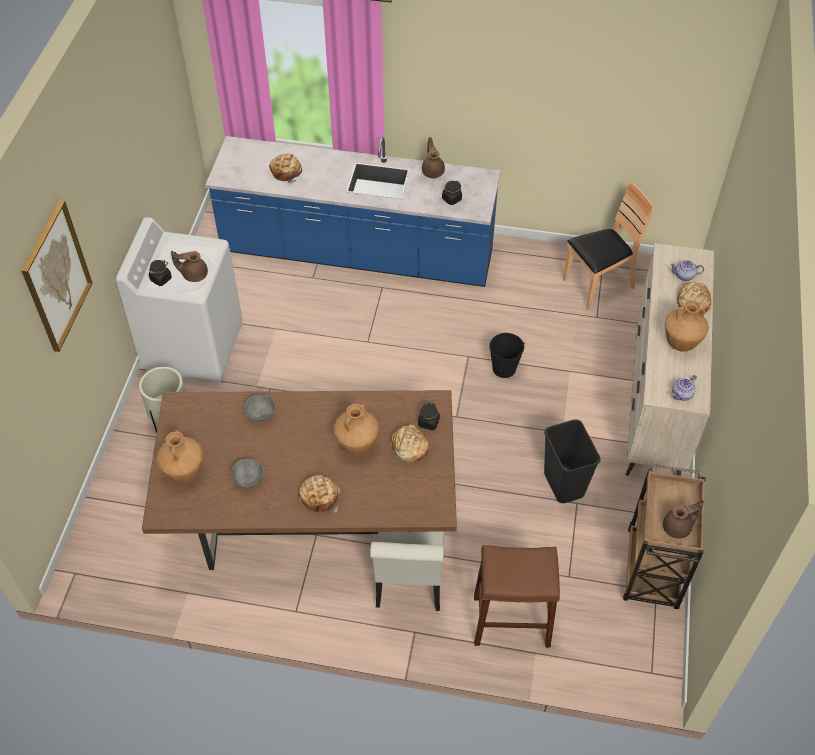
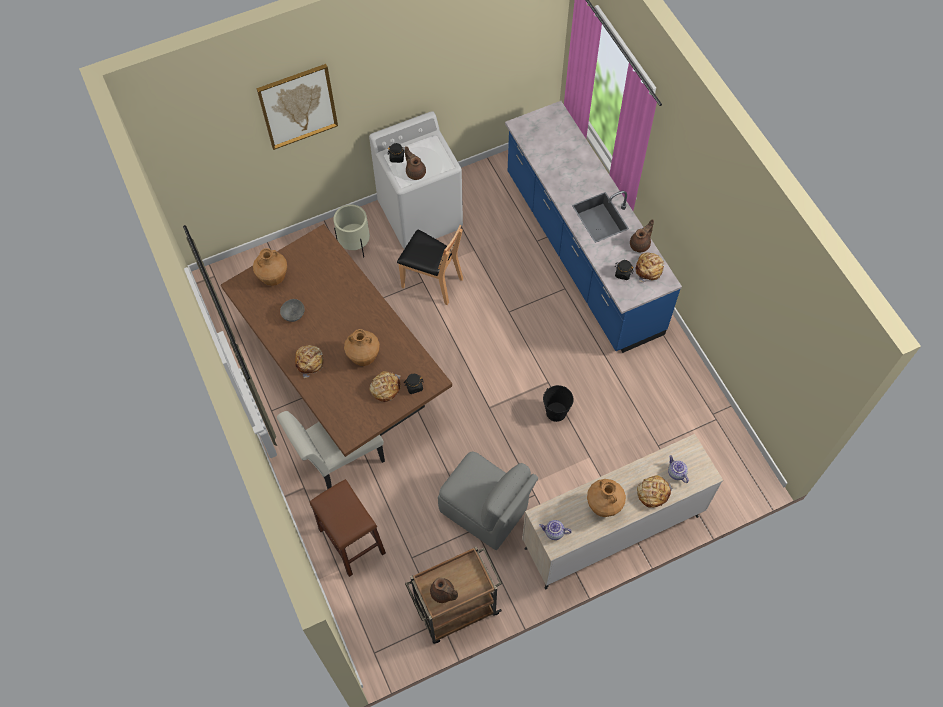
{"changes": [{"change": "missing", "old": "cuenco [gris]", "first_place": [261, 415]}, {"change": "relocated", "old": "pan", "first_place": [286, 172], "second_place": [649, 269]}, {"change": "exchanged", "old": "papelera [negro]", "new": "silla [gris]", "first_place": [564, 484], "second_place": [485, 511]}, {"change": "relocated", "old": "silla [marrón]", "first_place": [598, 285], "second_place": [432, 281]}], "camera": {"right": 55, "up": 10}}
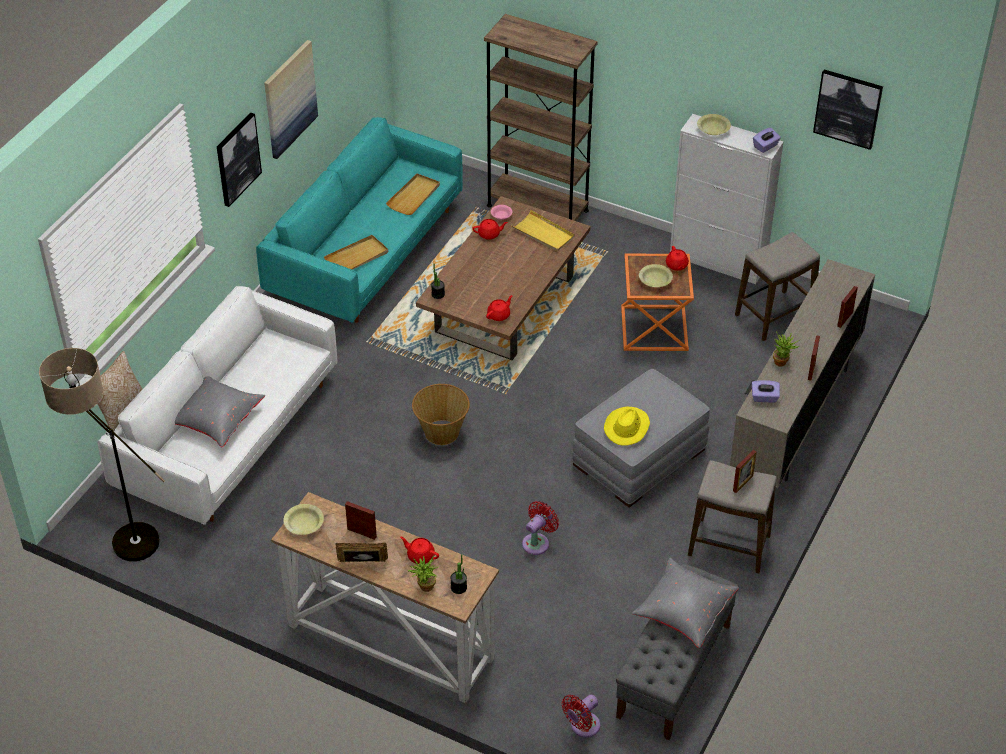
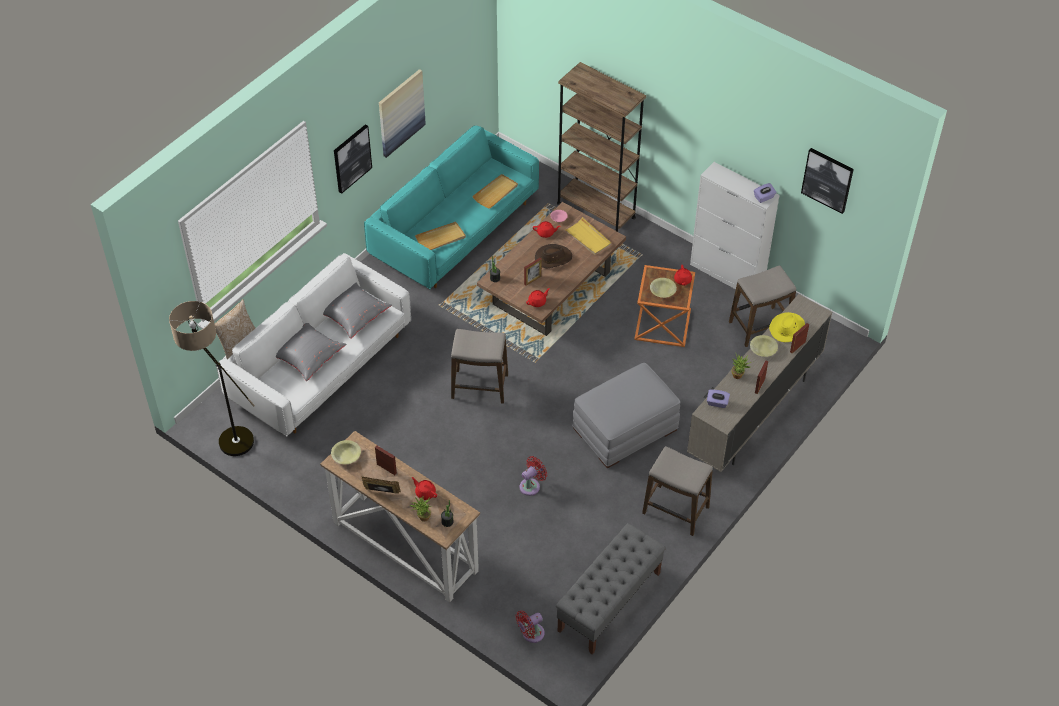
{"changes": [{"change": "exchanged", "old": "cesta", "new": "taburete", "first_place": [441, 432], "second_place": [479, 386]}, {"change": "relocated", "old": "sombrero [amarillo]", "first_place": [627, 427], "second_place": [787, 328]}, {"change": "relocated", "old": "cojín [gris]", "first_place": [683, 612], "second_place": [354, 316]}, {"change": "relocated", "old": "cuenco [amarillo]", "first_place": [713, 129], "second_place": [763, 349]}, {"change": "relocated", "old": "portarretratos", "first_place": [742, 483], "second_place": [532, 280]}, {"change": "appeared", "new": "sombrero [marrón]", "second_place": [553, 258]}], "camera": {"right": 10, "up": 5}}
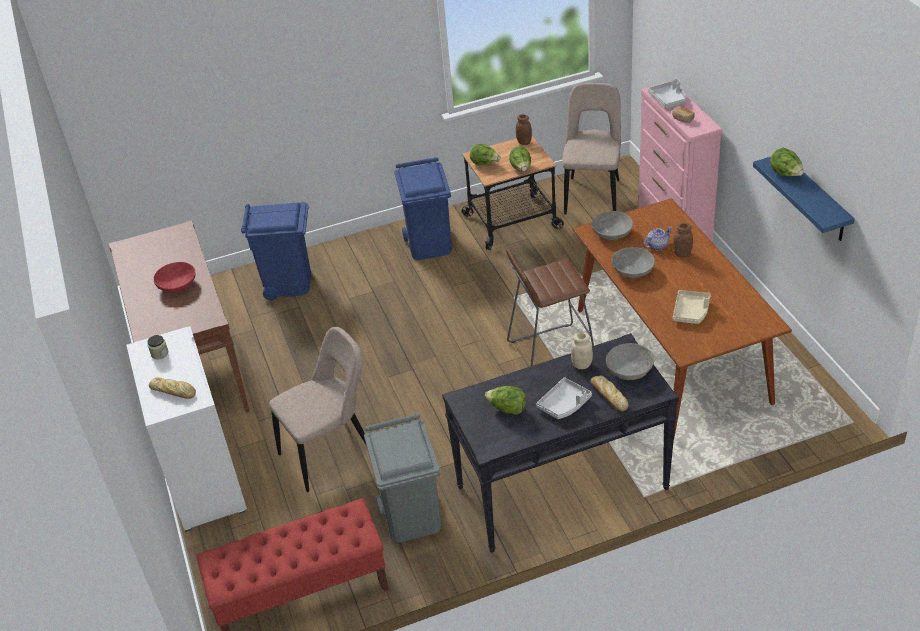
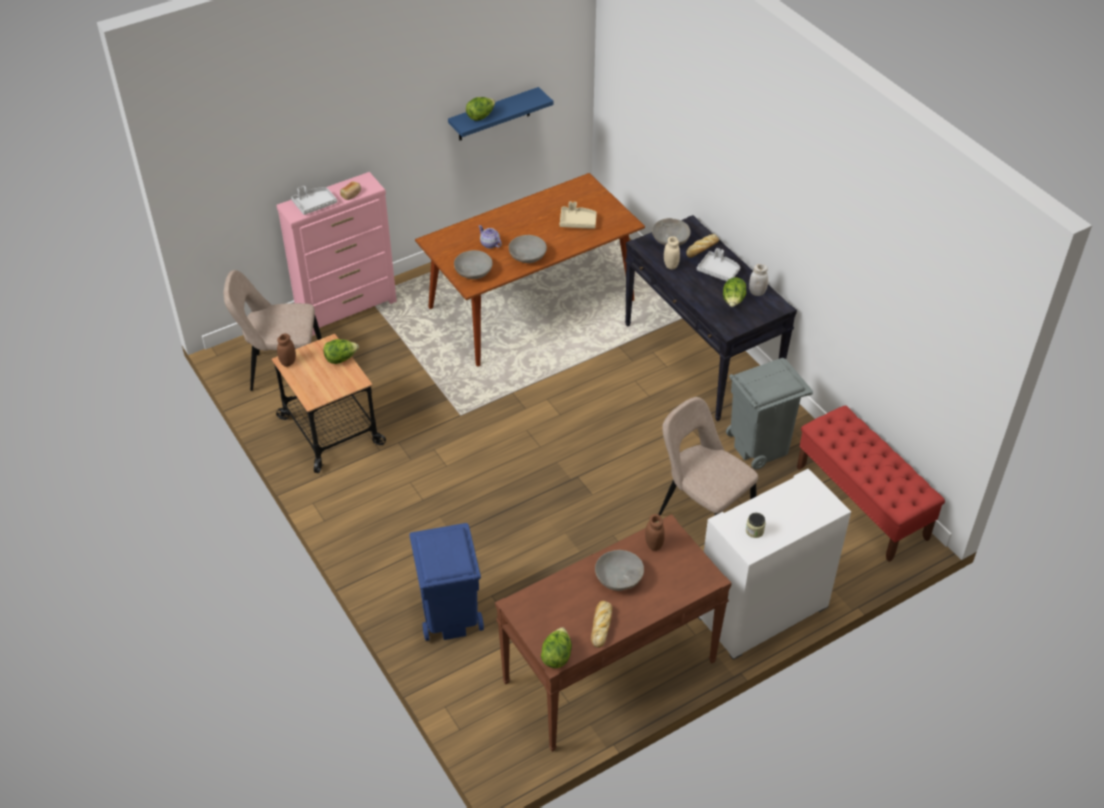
{"changes": [{"change": "relocated", "old": "pan", "first_place": [174, 391], "second_place": [601, 625]}, {"change": "colour", "old": "cuenco [rojo]", "new": "cuenco [gris]", "first_place": [177, 285], "second_place": [619, 577]}, {"change": "missing", "old": "papelera [azul]", "first_place": [429, 245]}, {"change": "relocated", "old": "lechuga", "first_place": [484, 164], "second_place": [556, 656]}, {"change": "missing", "old": "taburete [marrón]", "first_place": [550, 353]}, {"change": "relocated", "old": "tarro [marrón]", "first_place": [682, 254], "second_place": [654, 544]}, {"change": "appeared", "new": "tarro [blanco]", "second_place": [757, 292]}], "camera": {"right": -105, "up": 5}}
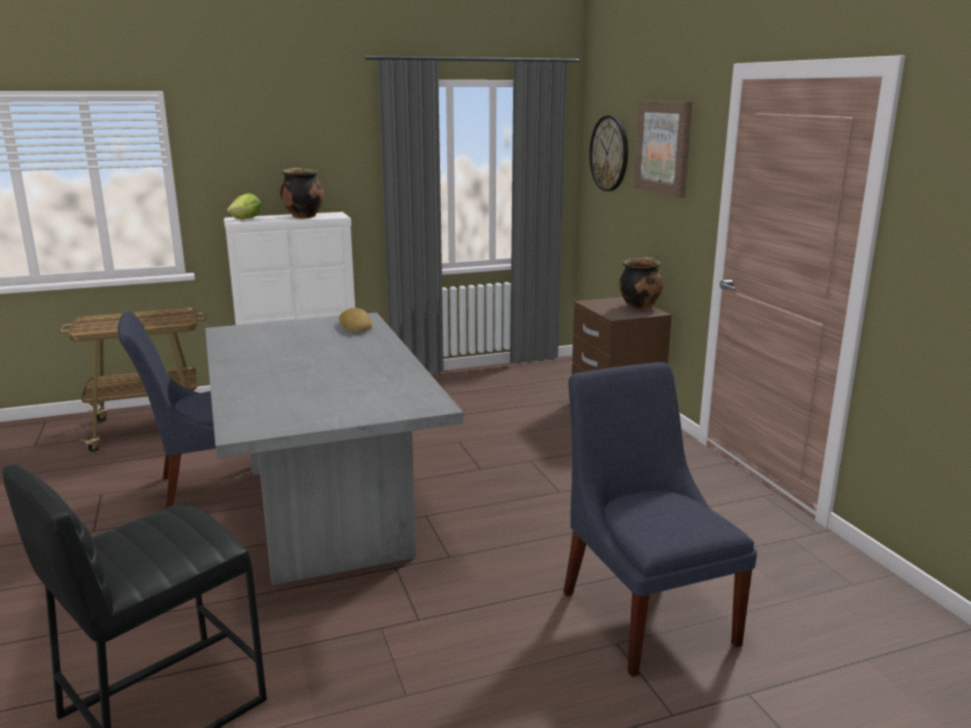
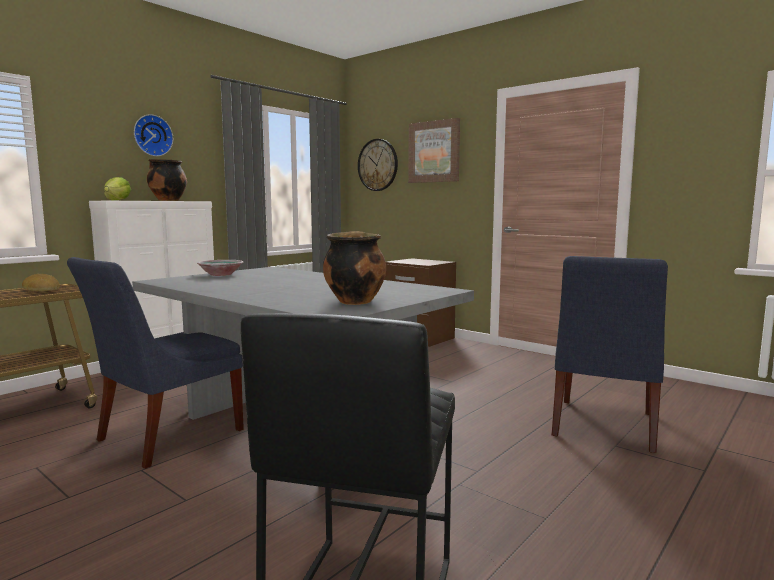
{"changes": [{"change": "relocated", "old": "pan", "first_place": [356, 326], "second_place": [42, 289]}, {"change": "spun", "old": "silla [azul]", "first_place": [645, 612], "second_place": [602, 426], "degrees": -105}, {"change": "relocated", "old": "olla", "first_place": [639, 307], "second_place": [354, 301]}, {"change": "appeared", "new": "reloj de pared", "second_place": [152, 135]}, {"change": "appeared", "new": "cuenco", "second_place": [221, 274]}], "camera": {"right": -30, "up": -10}}
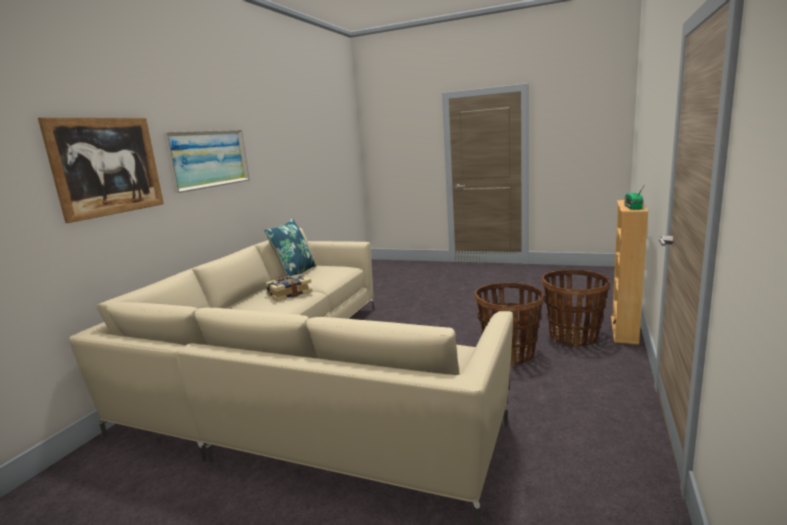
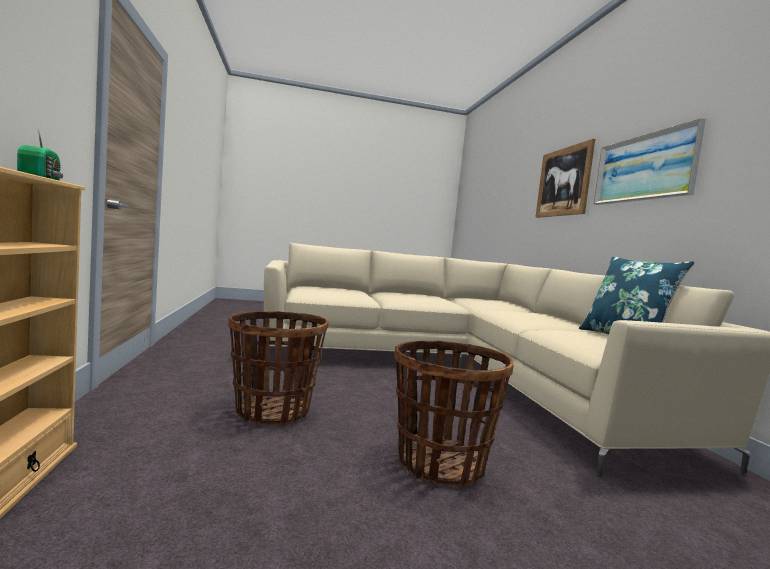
{"changes": [{"change": "missing", "old": "libro", "first_place": [289, 294]}, {"change": "relocated", "old": "cesta", "first_place": [573, 337], "second_place": [440, 464]}], "camera": {"right": 145, "up": -10}}
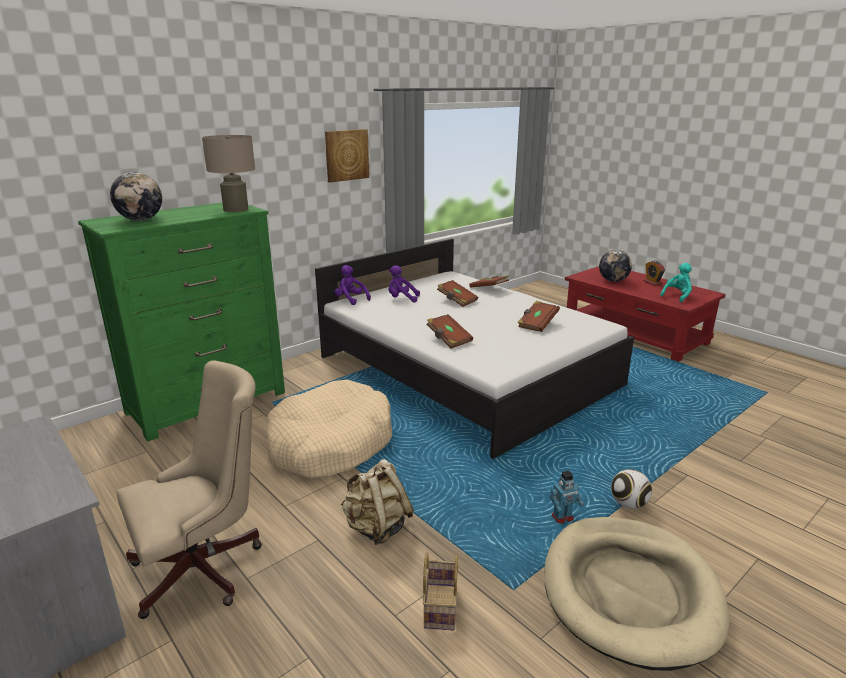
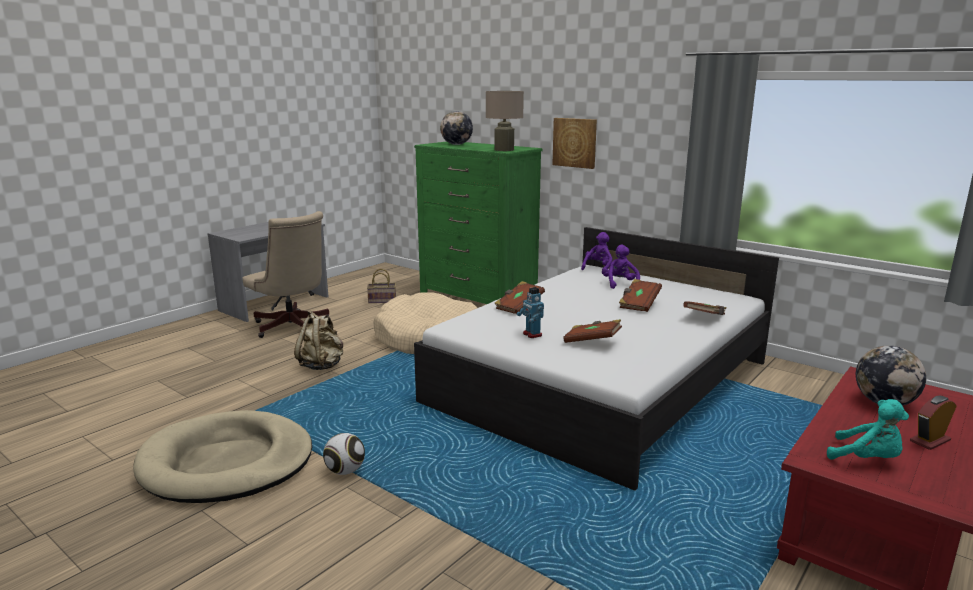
{"changes": [{"change": "relocated", "old": "cuadro", "first_place": [346, 155], "second_place": [575, 142]}, {"change": "relocated", "old": "cesta", "first_place": [439, 605], "second_place": [383, 300]}, {"change": "relocated", "old": "robot de juguete", "first_place": [562, 518], "second_place": [532, 334]}], "camera": {"right": 80, "up": -5}}
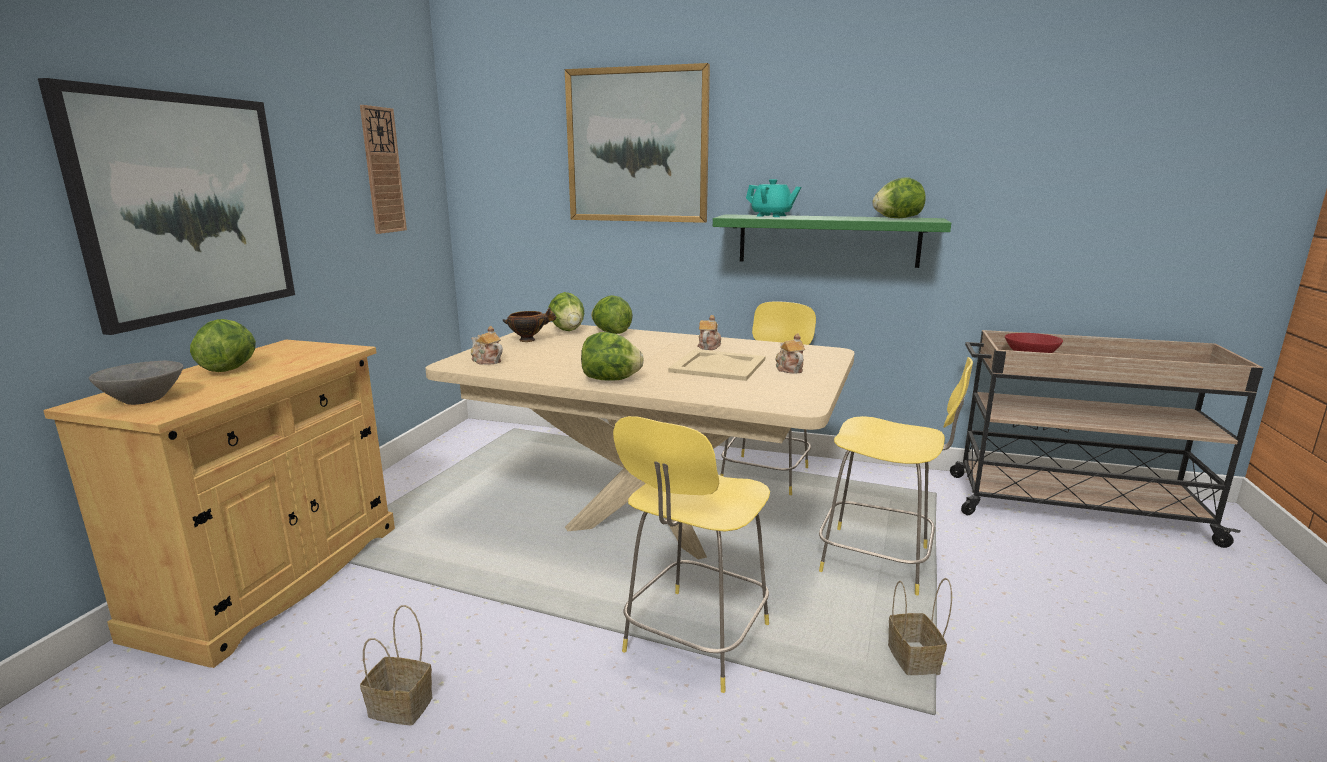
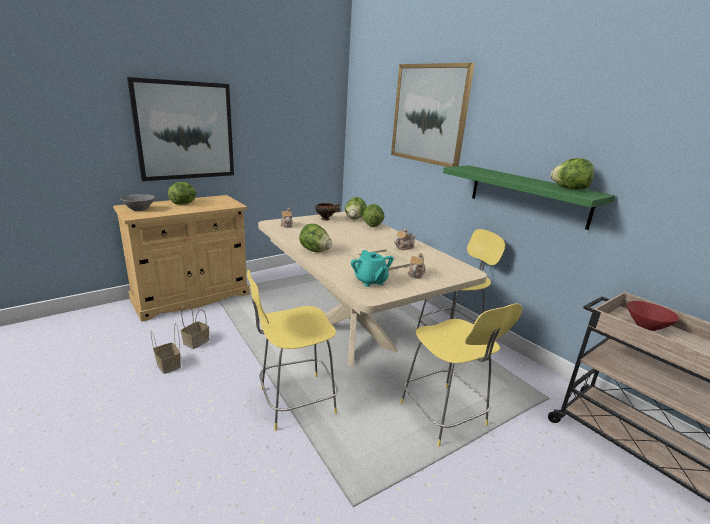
{"changes": [{"change": "missing", "old": "reloj de pared", "first_place": [382, 171]}, {"change": "relocated", "old": "tetera [turquesa]", "first_place": [771, 216], "second_place": [370, 281]}, {"change": "relocated", "old": "cesta", "first_place": [915, 661], "second_place": [196, 342]}], "camera": {"right": 35, "up": 5}}
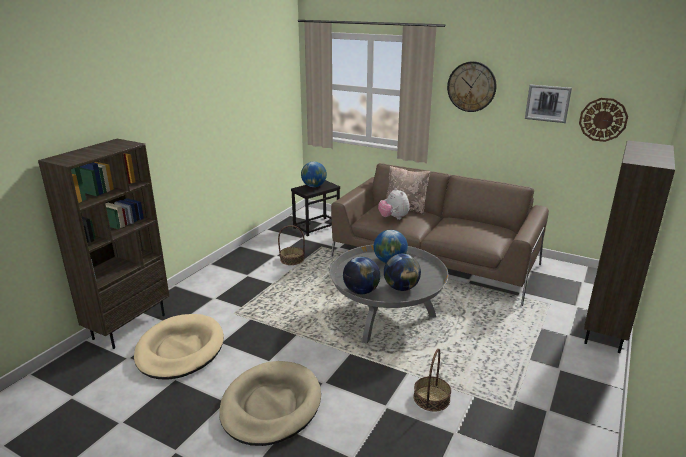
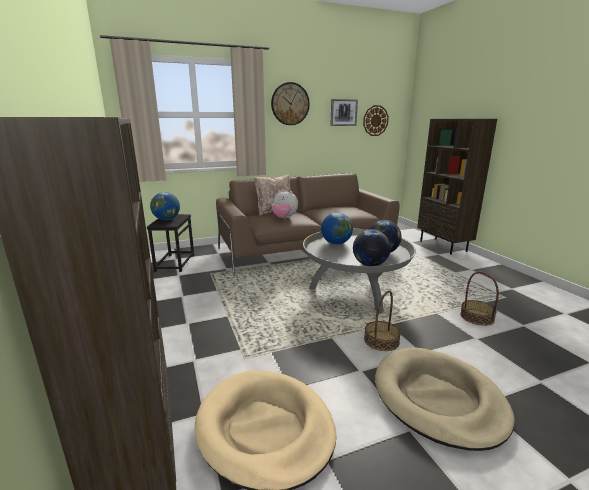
{"changes": [{"change": "relocated", "old": "cesta", "first_place": [292, 259], "second_place": [381, 340]}], "camera": {"right": -50, "up": -5}}
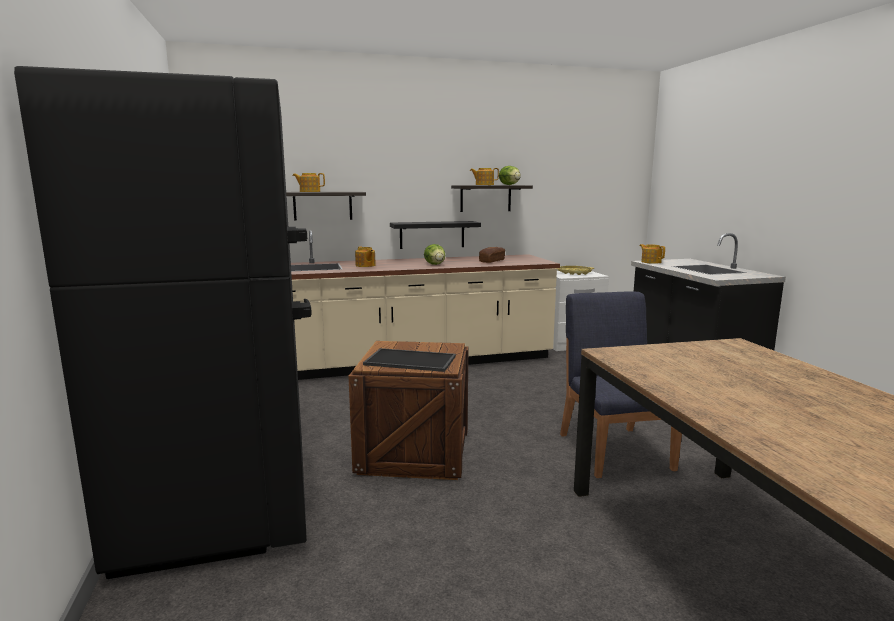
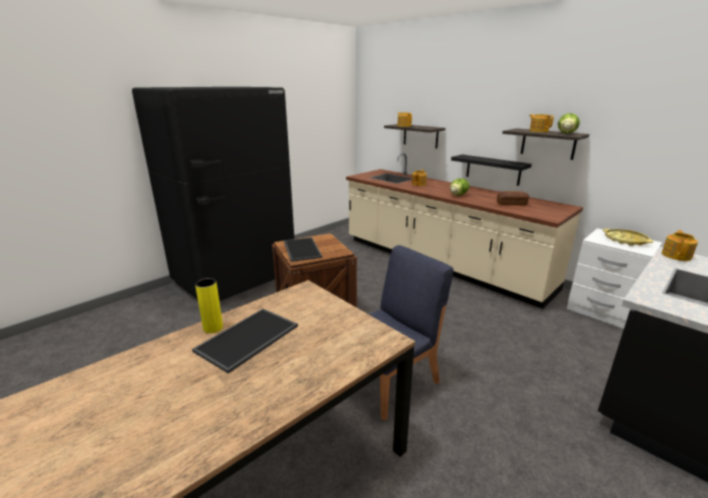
{"changes": [{"change": "appeared", "new": "bandeja", "second_place": [248, 339]}, {"change": "appeared", "new": "florero [amarillo]", "second_place": [213, 328]}], "camera": {"right": 60, "up": 10}}
